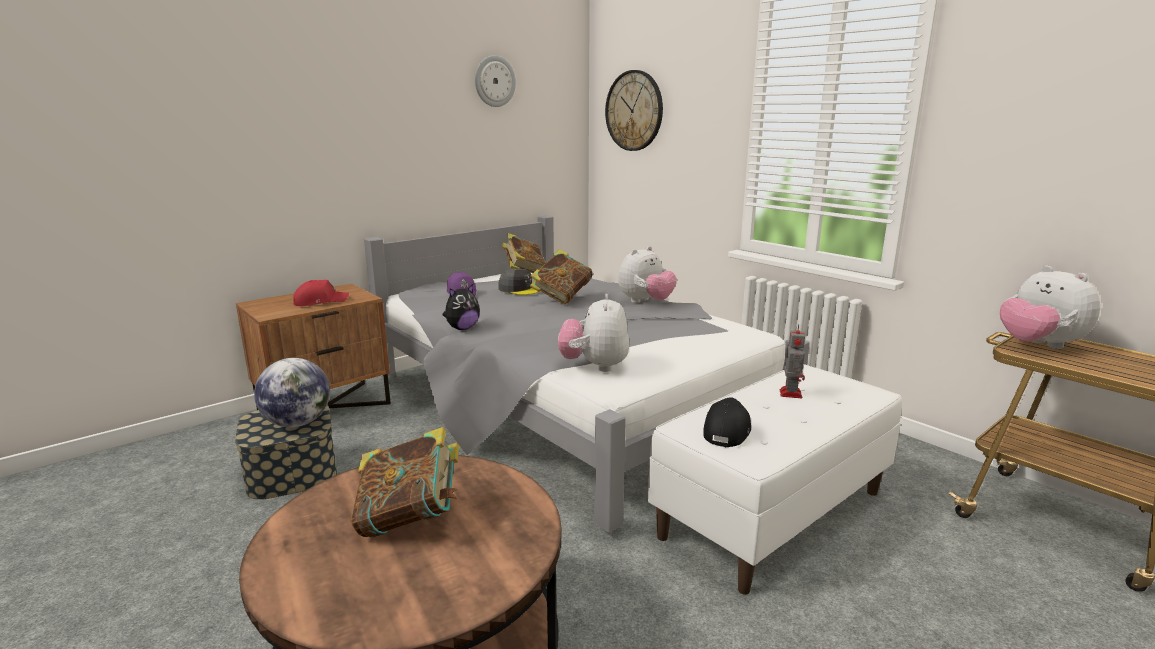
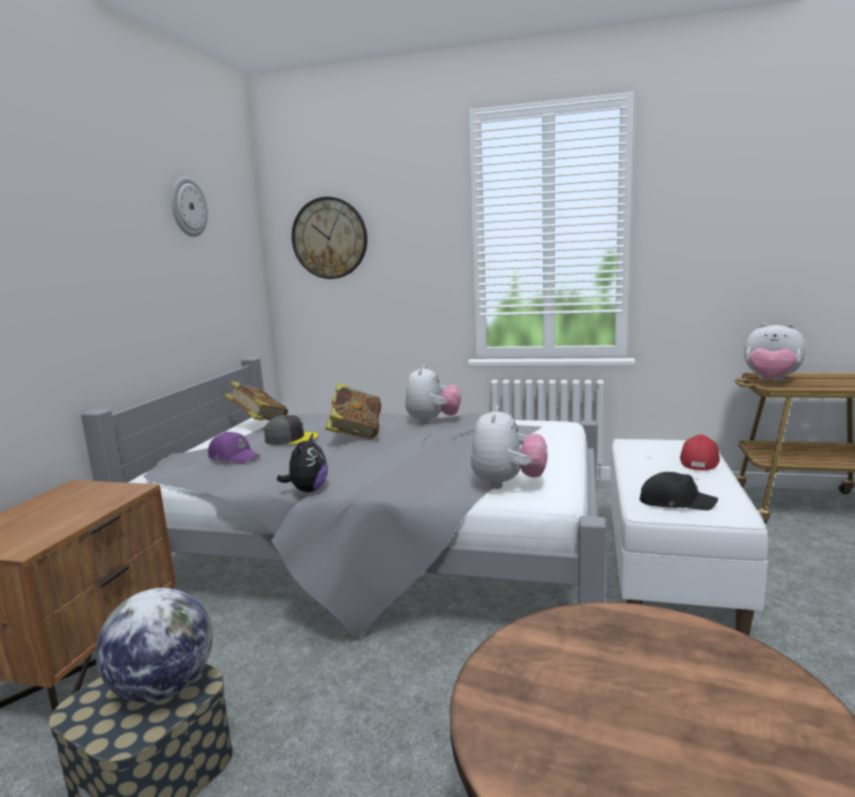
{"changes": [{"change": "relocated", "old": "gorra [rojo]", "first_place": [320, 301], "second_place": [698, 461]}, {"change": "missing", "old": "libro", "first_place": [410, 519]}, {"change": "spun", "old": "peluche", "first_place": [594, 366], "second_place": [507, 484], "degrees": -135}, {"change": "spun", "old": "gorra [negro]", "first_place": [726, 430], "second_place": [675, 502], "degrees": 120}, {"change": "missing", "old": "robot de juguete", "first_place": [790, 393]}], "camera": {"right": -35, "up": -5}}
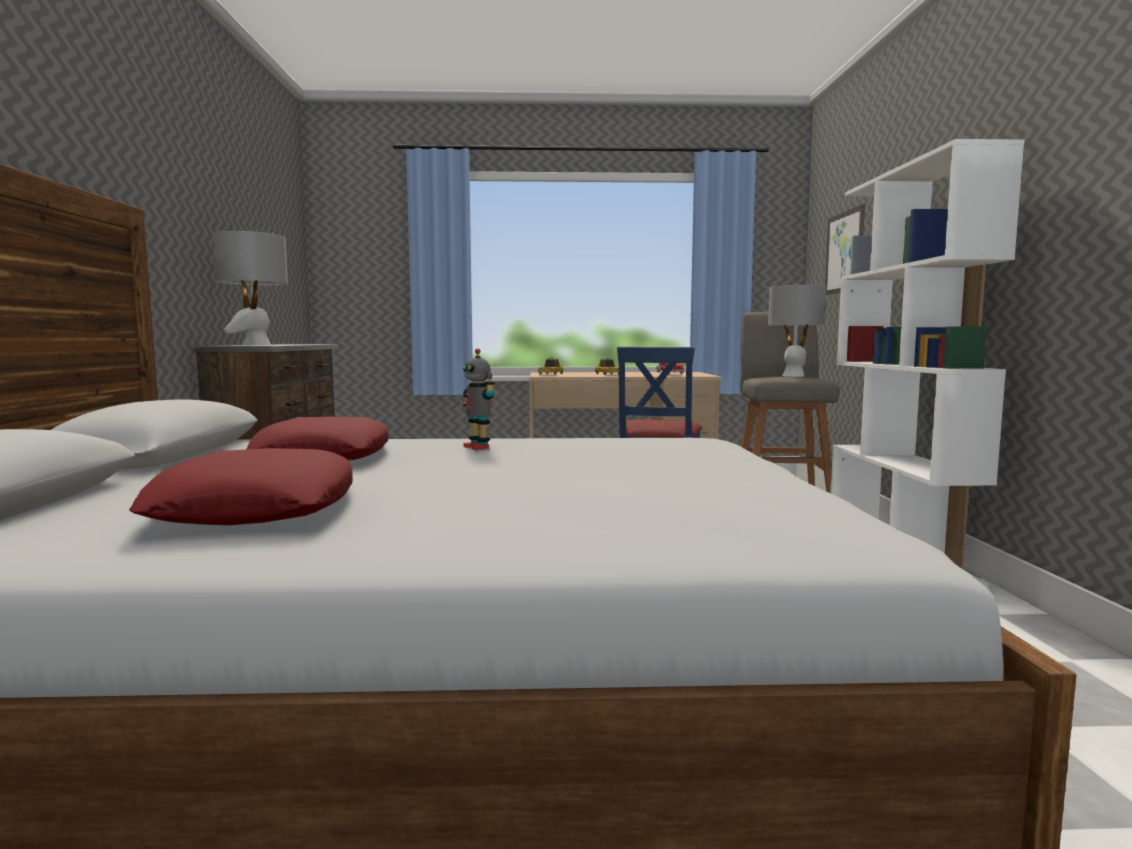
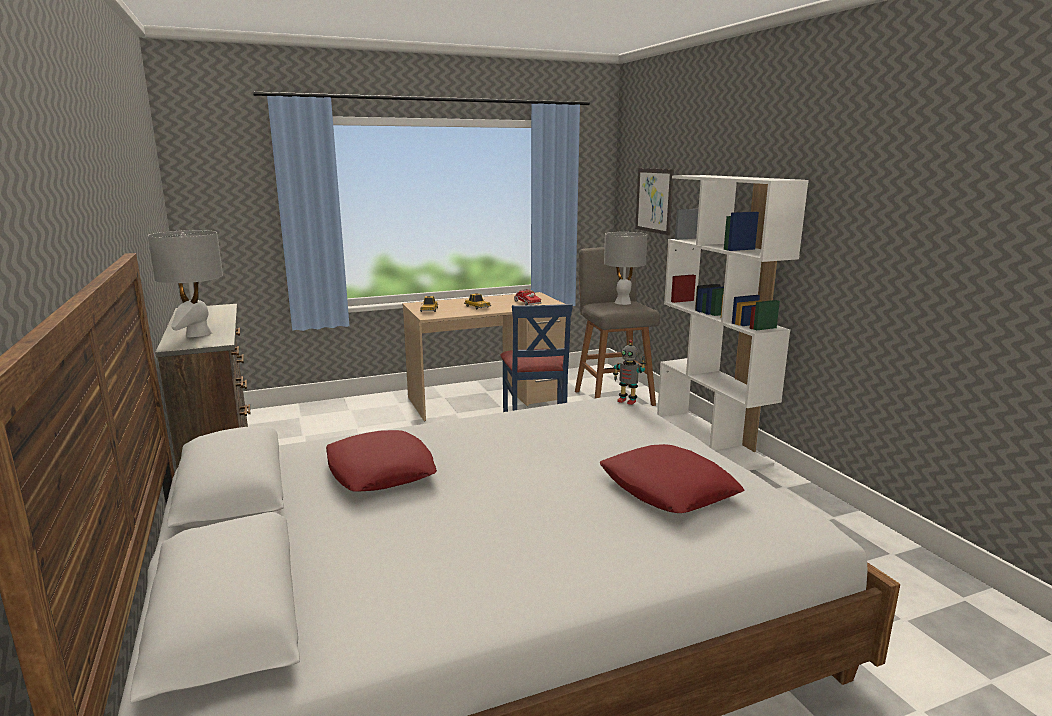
{"changes": [{"change": "relocated", "old": "cojín [rojo]", "first_place": [257, 507], "second_place": [667, 488]}, {"change": "relocated", "old": "robot de juguete", "first_place": [478, 447], "second_place": [627, 401]}], "camera": {"right": -20, "up": 10}}
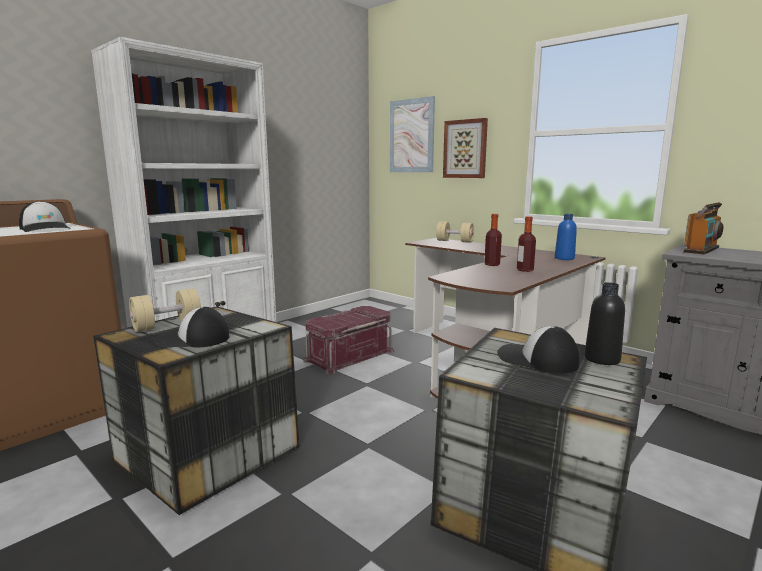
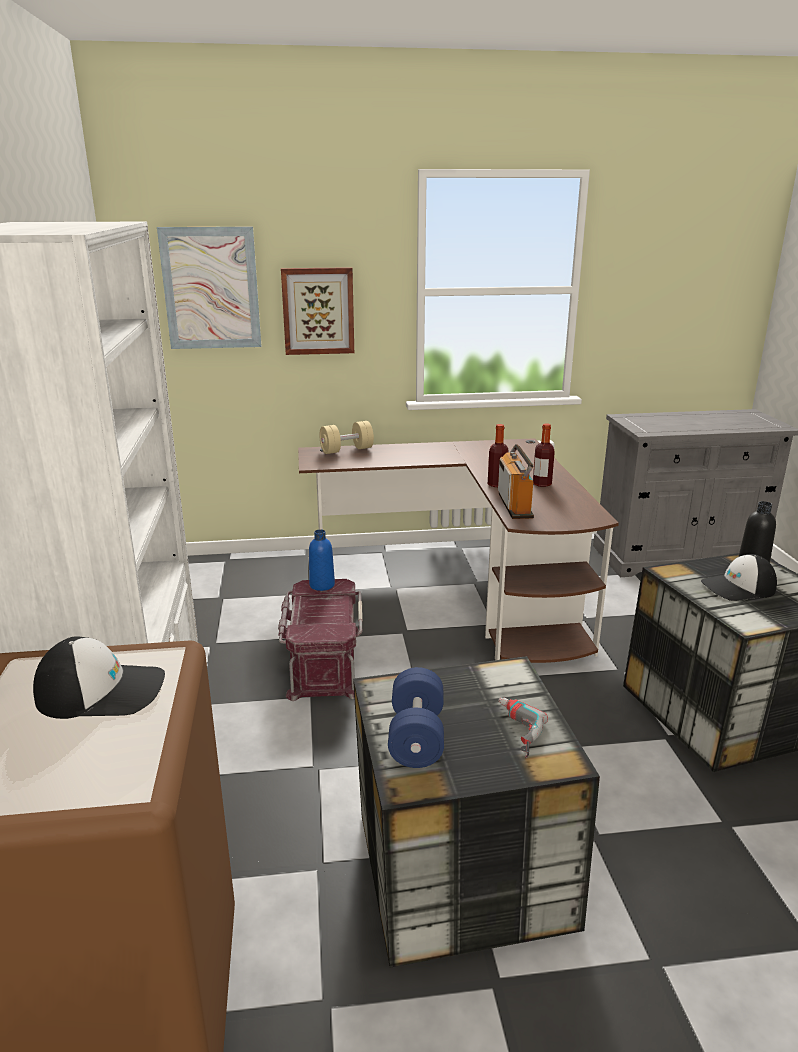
{"changes": [{"change": "colour", "old": "mancuerna [beis]", "new": "mancuerna [azul]", "first_place": [167, 325], "second_place": [416, 737]}, {"change": "exchanged", "old": "gorra", "new": "taladro", "first_place": [192, 339], "second_place": [513, 731]}, {"change": "relocated", "old": "botella [azul]", "first_place": [564, 258], "second_place": [322, 585]}, {"change": "relocated", "old": "radio", "first_place": [701, 250], "second_place": [515, 506]}], "camera": {"right": -50, "up": 10}}
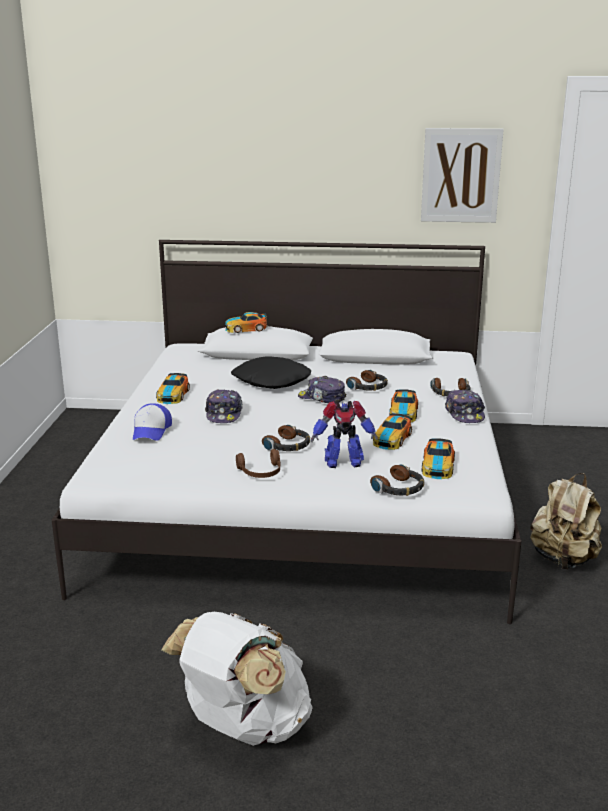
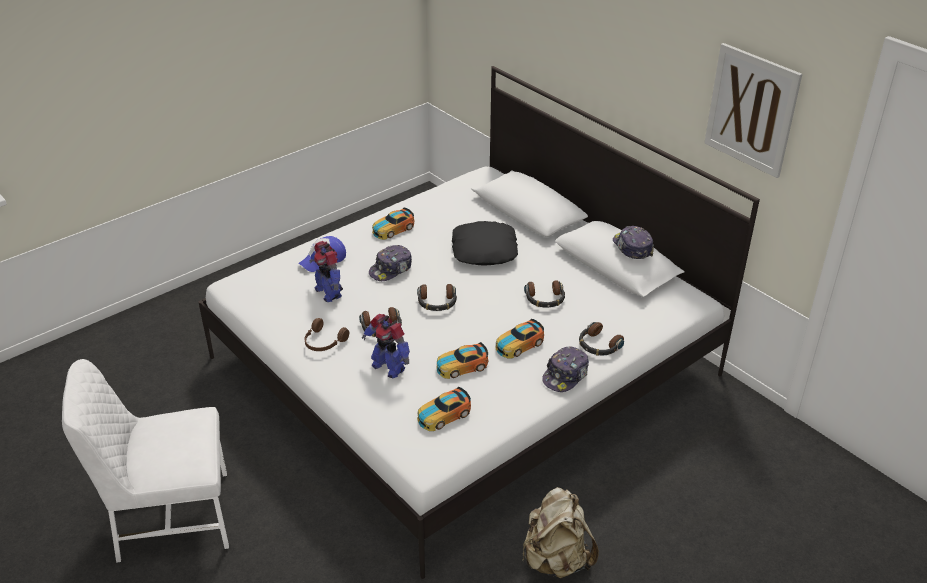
{"changes": [{"change": "exchanged", "old": "mochila [blanco]", "new": "silla [blanco]", "first_place": [243, 726], "second_place": [171, 518]}, {"change": "missing", "old": "coche de juguete", "first_place": [246, 329]}, {"change": "relocated", "old": "gorra", "first_place": [322, 398], "second_place": [632, 247]}, {"change": "relocated", "old": "auriculares", "first_place": [399, 488], "second_place": [437, 302]}, {"change": "appeared", "new": "robot de juguete", "second_place": [328, 292]}], "camera": {"right": 45, "up": 15}}
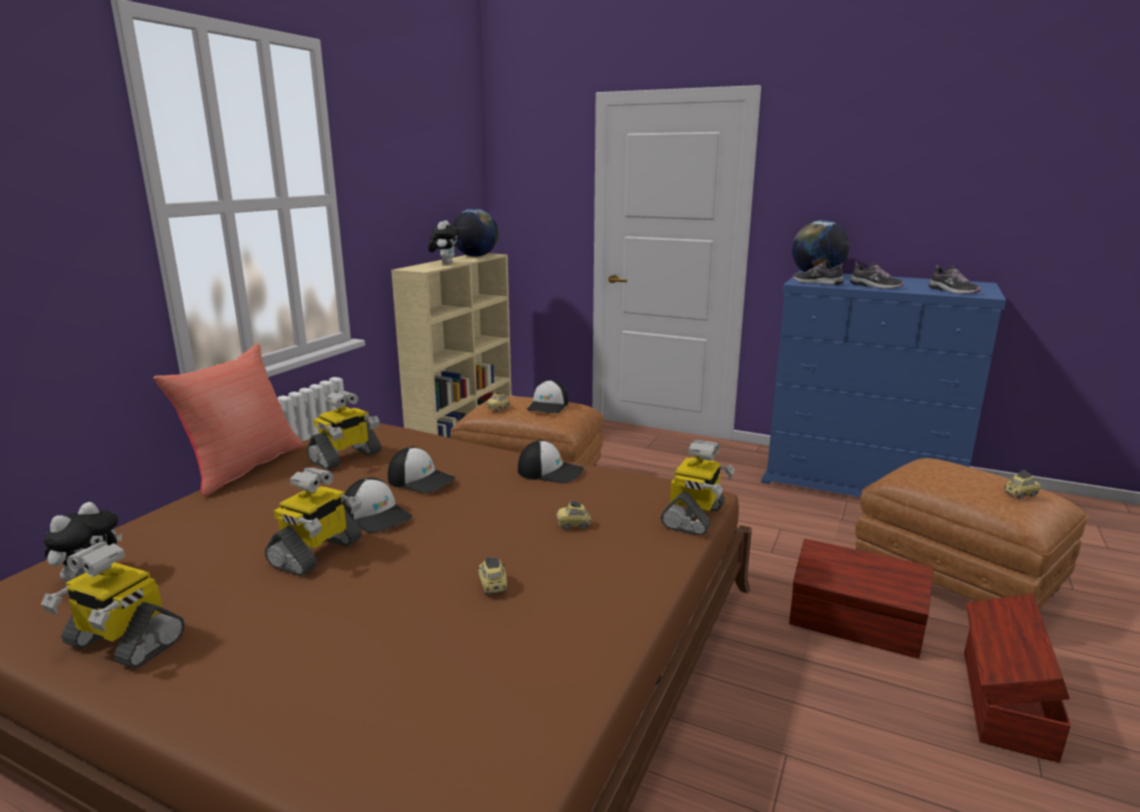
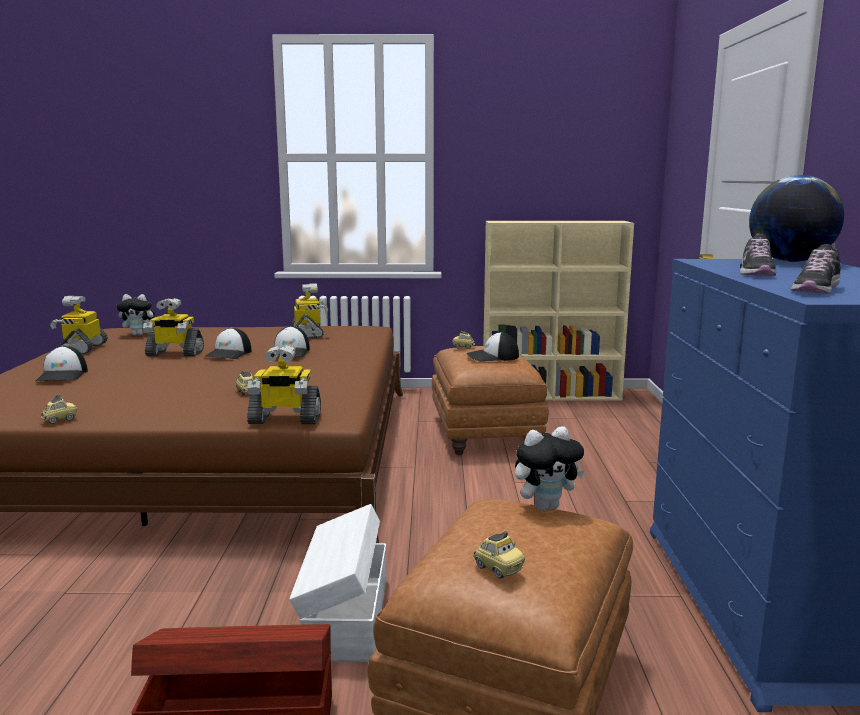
{"changes": [{"change": "missing", "old": "cojín [rojo]", "first_place": [243, 467]}, {"change": "spun", "old": "robot de juguete", "first_place": [346, 457], "second_place": [308, 333], "degrees": -120}, {"change": "relocated", "old": "peluche", "first_place": [445, 263], "second_place": [546, 506]}, {"change": "missing", "old": "globo terráqueo", "first_place": [475, 256]}, {"change": "relocated", "old": "coche de juguete", "first_place": [493, 586], "second_place": [60, 420]}, {"change": "relocated", "old": "gorra", "first_place": [550, 471], "second_place": [63, 375]}, {"change": "colour", "old": "caja de almacenaje [marrón]", "new": "caja de almacenaje [blanco]", "first_place": [855, 627], "second_place": [345, 617]}, {"change": "missing", "old": "zapato", "first_place": [817, 283]}], "camera": {"right": 65, "up": -5}}
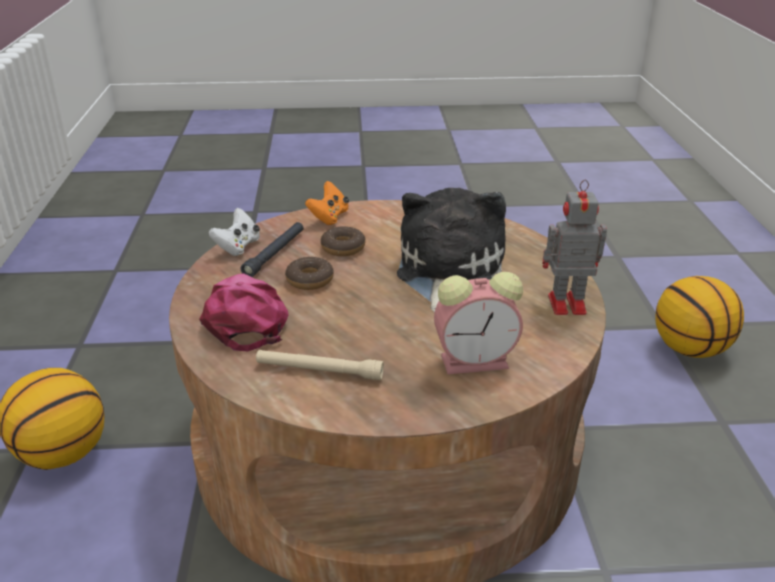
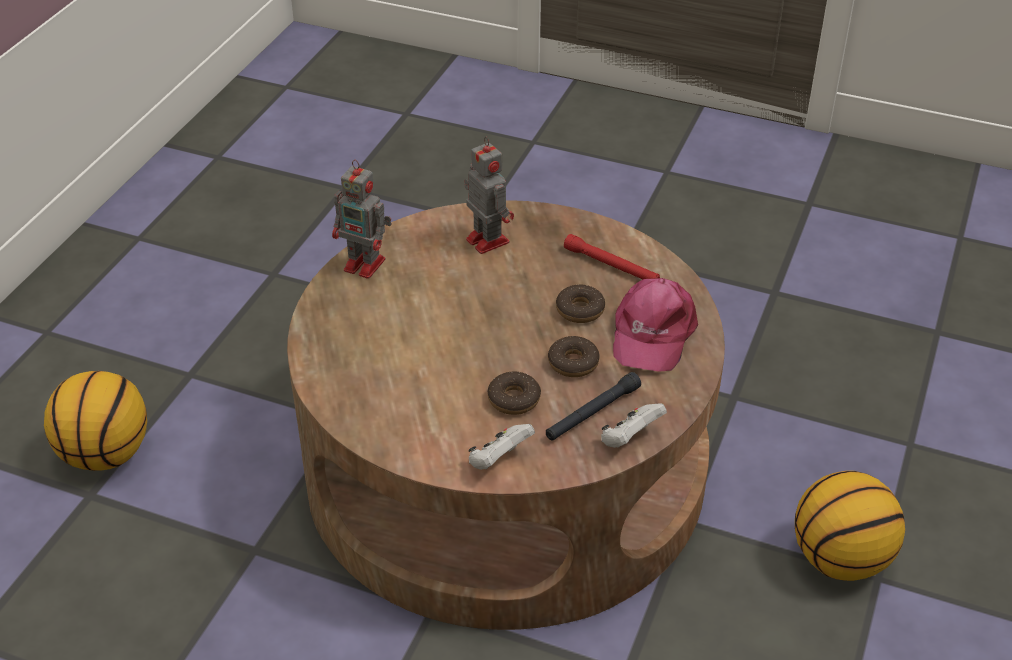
{"changes": [{"change": "colour", "old": "linterna [beis]", "new": "linterna [rojo]", "first_place": [319, 371], "second_place": [611, 266]}, {"change": "colour", "old": "mando de consola [naranja]", "new": "mando de consola [blanco]", "first_place": [329, 217], "second_place": [499, 460]}, {"change": "missing", "old": "peluche", "first_place": [446, 272]}, {"change": "exchanged", "old": "despertador", "new": "robot de juguete", "first_place": [477, 361], "second_place": [486, 239]}, {"change": "appeared", "new": "rosquilla", "second_place": [580, 310]}], "camera": {"right": -155, "up": 10}}
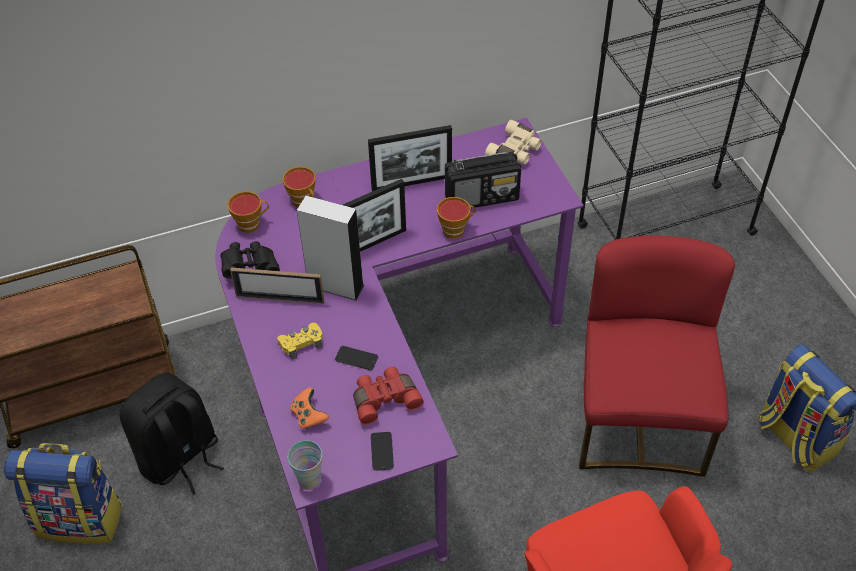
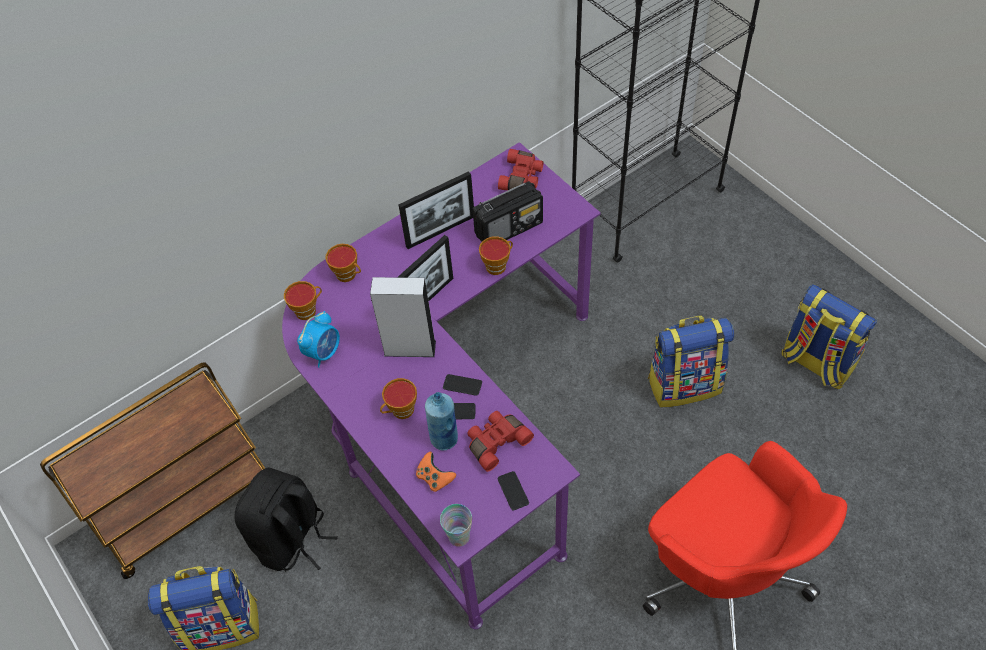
{"changes": [{"change": "exchanged", "old": "prismáticos [negro]", "new": "despertador", "first_place": [250, 267], "second_place": [324, 352]}, {"change": "missing", "old": "portarretratos", "first_place": [280, 299]}, {"change": "exchanged", "old": "mando de consola [amarillo]", "new": "taza", "first_place": [301, 343], "second_place": [400, 411]}, {"change": "colour", "old": "prismáticos [beis]", "new": "prismáticos [rojo]", "first_place": [515, 152], "second_place": [522, 178]}, {"change": "exchanged", "old": "silla [rojo]", "new": "mochila", "first_place": [639, 419], "second_place": [684, 384]}, {"change": "appeared", "new": "botella [azul]", "second_place": [444, 438]}, {"change": "appeared", "new": "móvil", "second_place": [462, 385]}], "camera": {"right": -15, "up": 5}}
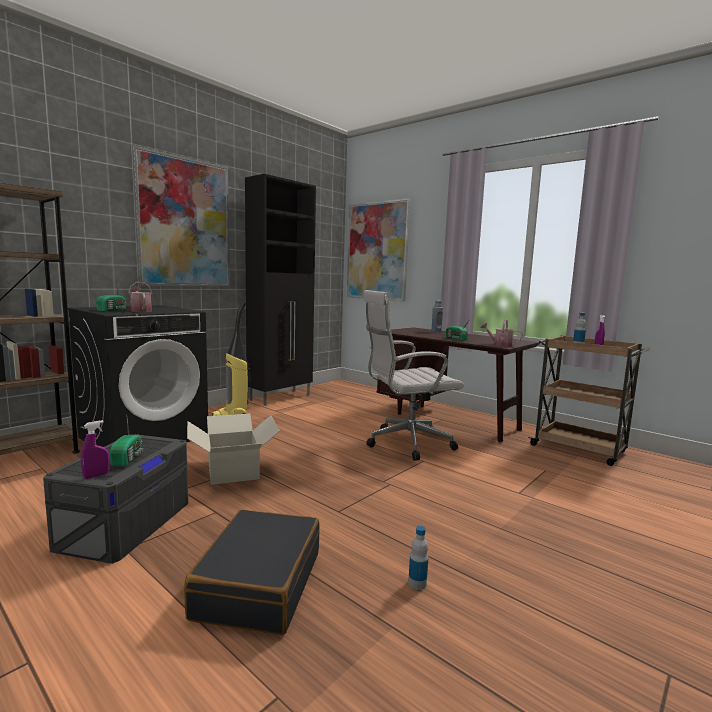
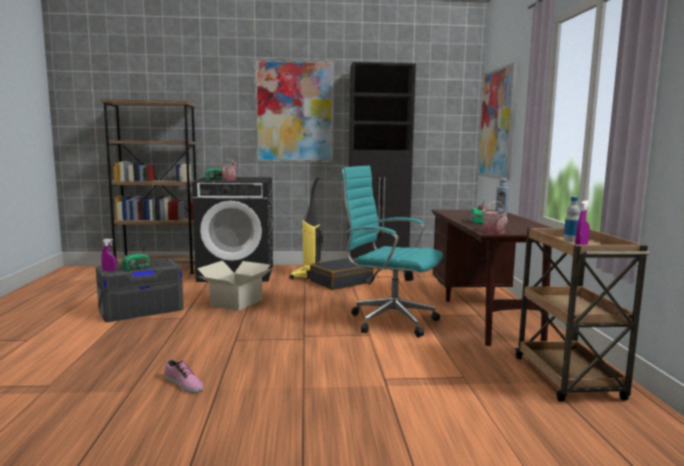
{"changes": [{"change": "relocated", "old": "maleta [negro]", "first_place": [258, 584], "second_place": [341, 282]}, {"change": "colour", "old": "silla de oficina [blanco]", "new": "silla de oficina [turquesa]", "first_place": [405, 443], "second_place": [389, 321]}, {"change": "exchanged", "old": "botella", "new": "zapato", "first_place": [417, 583], "second_place": [183, 384]}], "camera": {"right": 45, "up": 0}}
